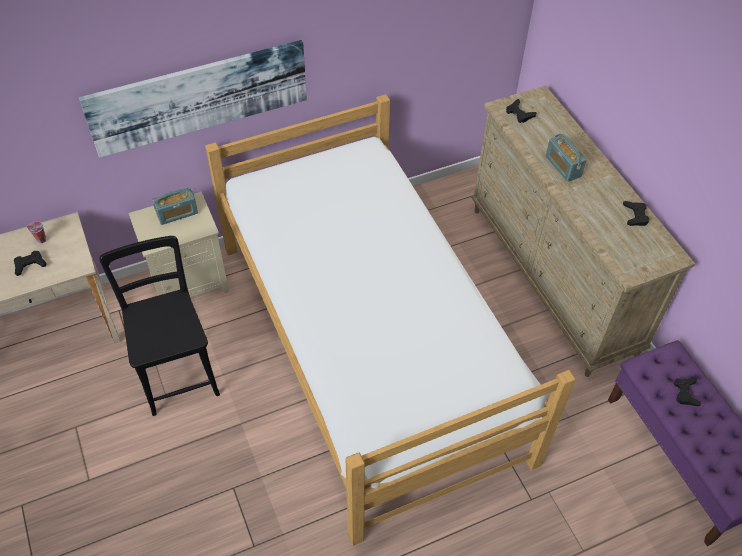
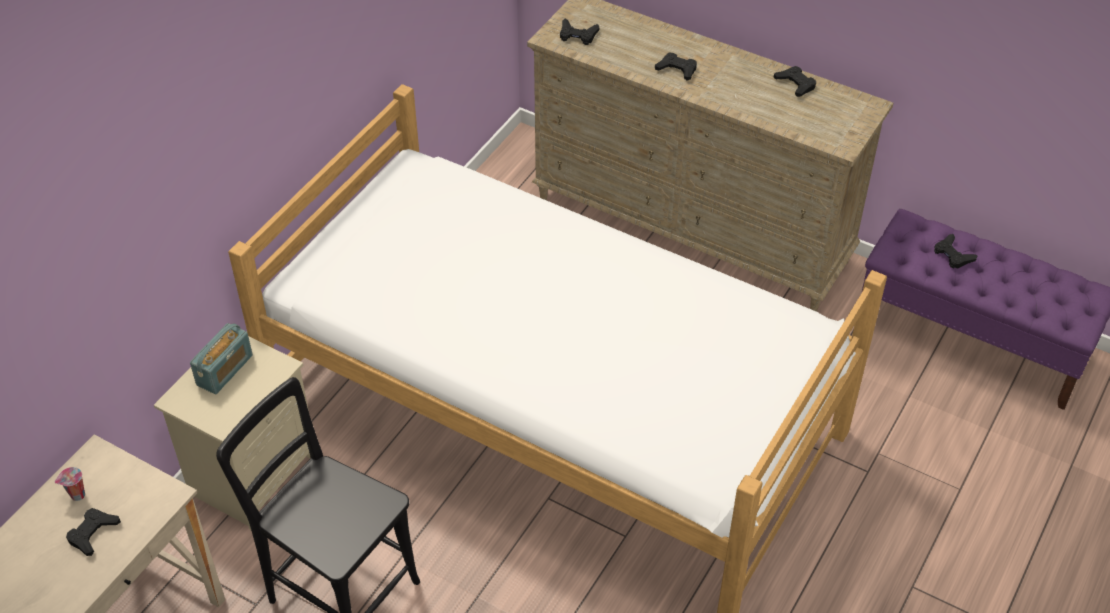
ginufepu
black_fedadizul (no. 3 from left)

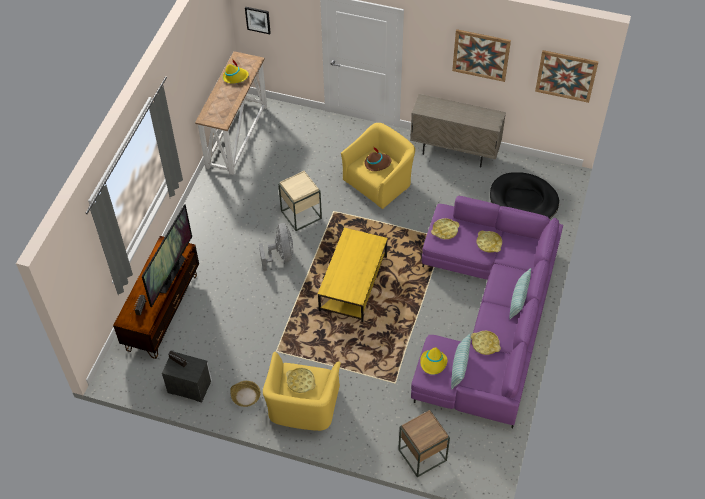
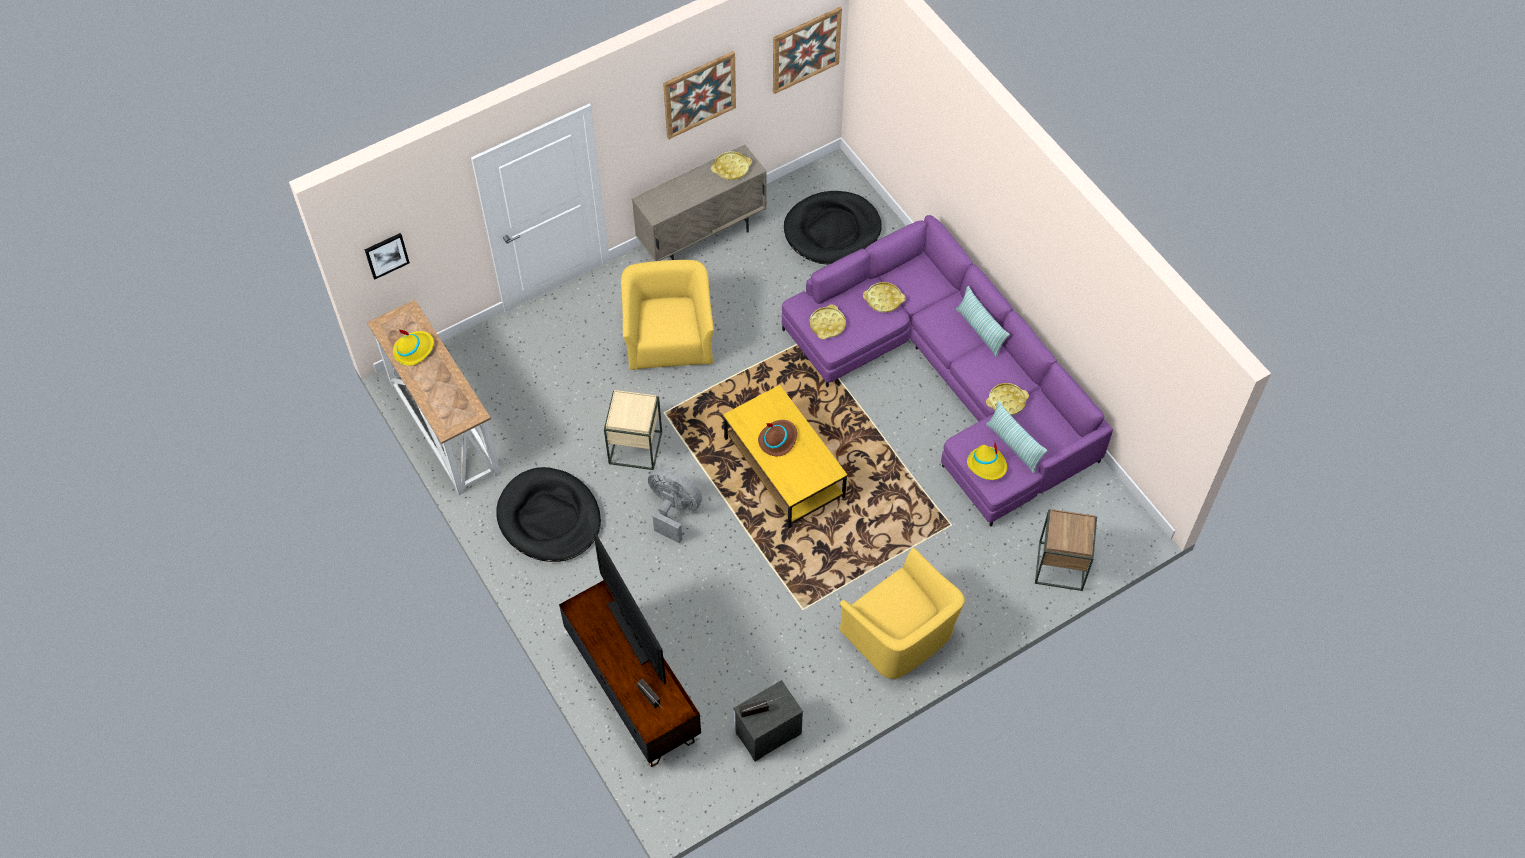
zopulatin
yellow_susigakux (no. 1 from left)
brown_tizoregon
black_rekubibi (no. 1 from left)

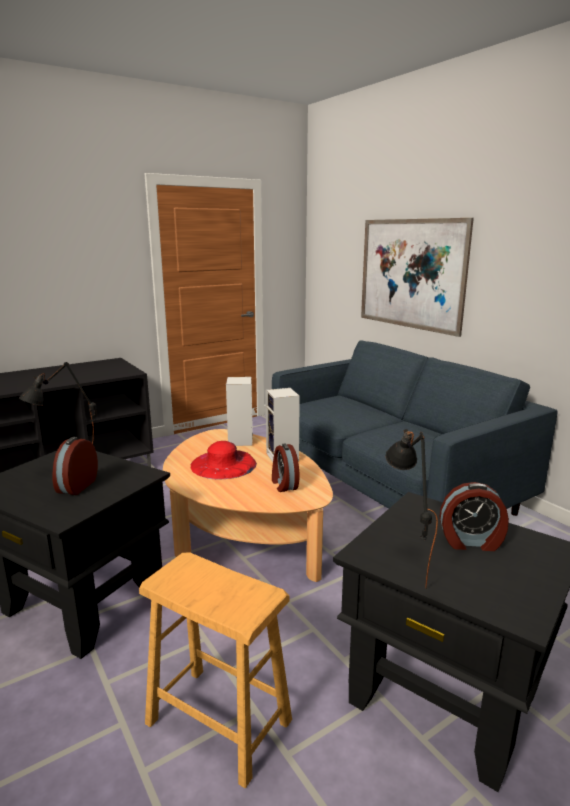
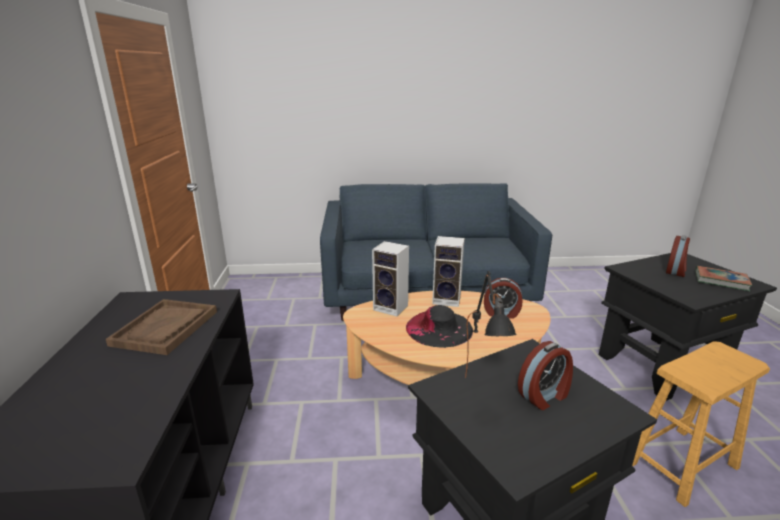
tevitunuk (no. 2 from left)
black_tizoregon
ginufepu
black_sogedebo (no. 2 from left in the first image)
brown_susigakux
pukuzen

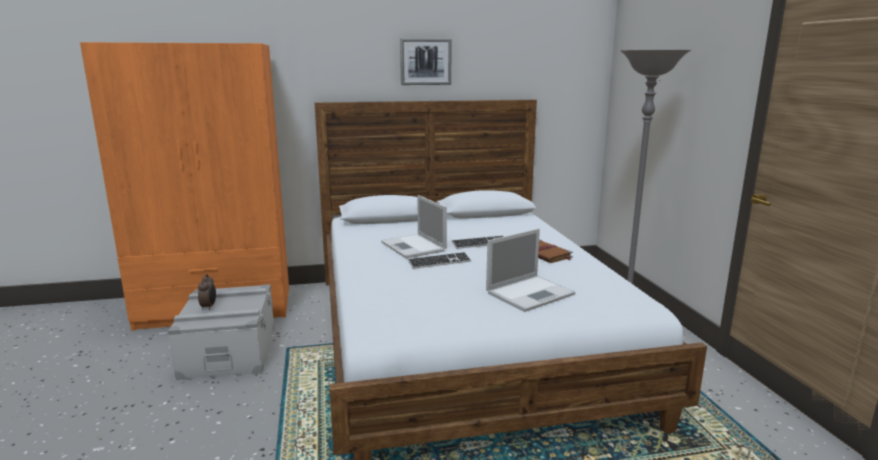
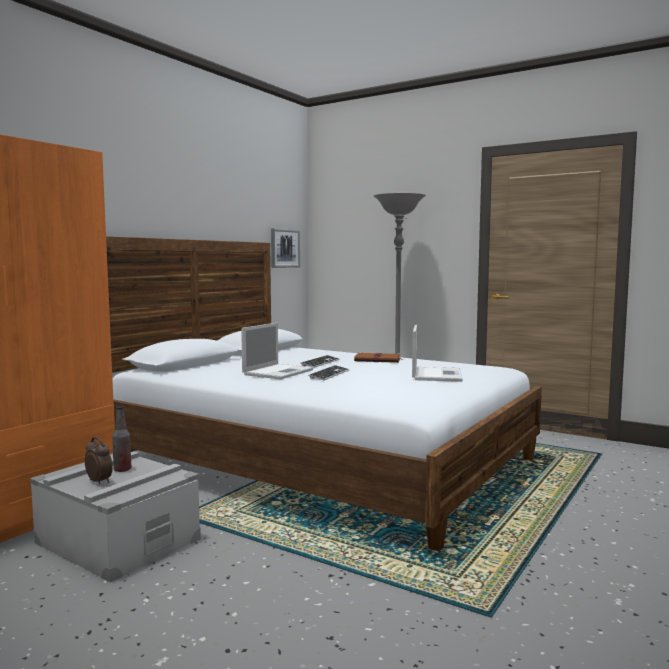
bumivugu (no. 1 from left)
ginufepu
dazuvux

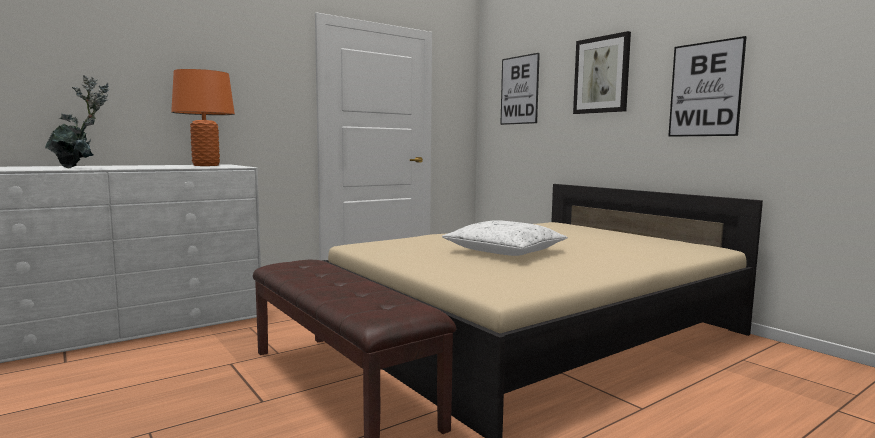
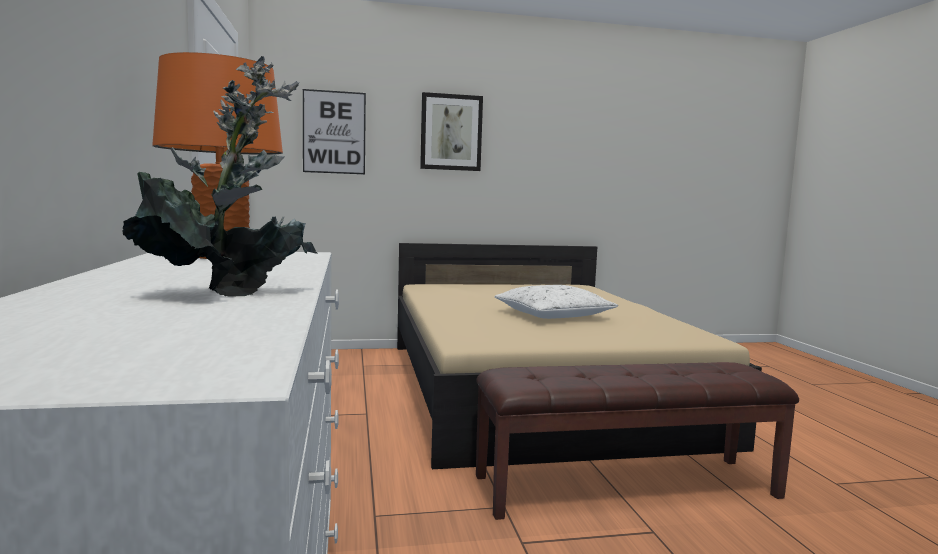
ginufepu (no. 3 from left in the first image)

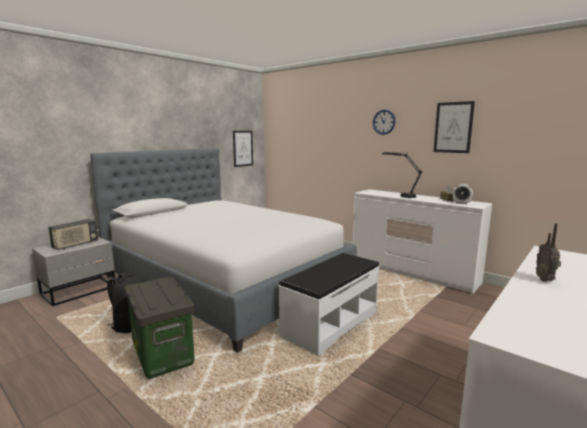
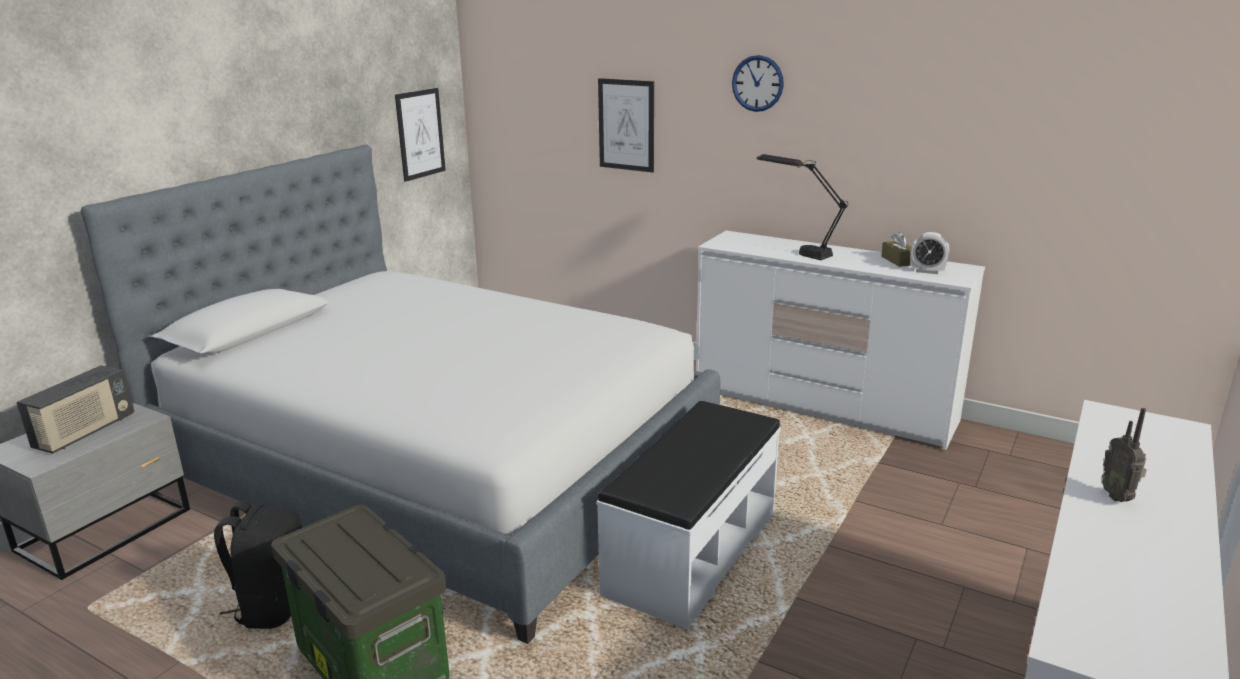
ginufepu (no. 2 from left)

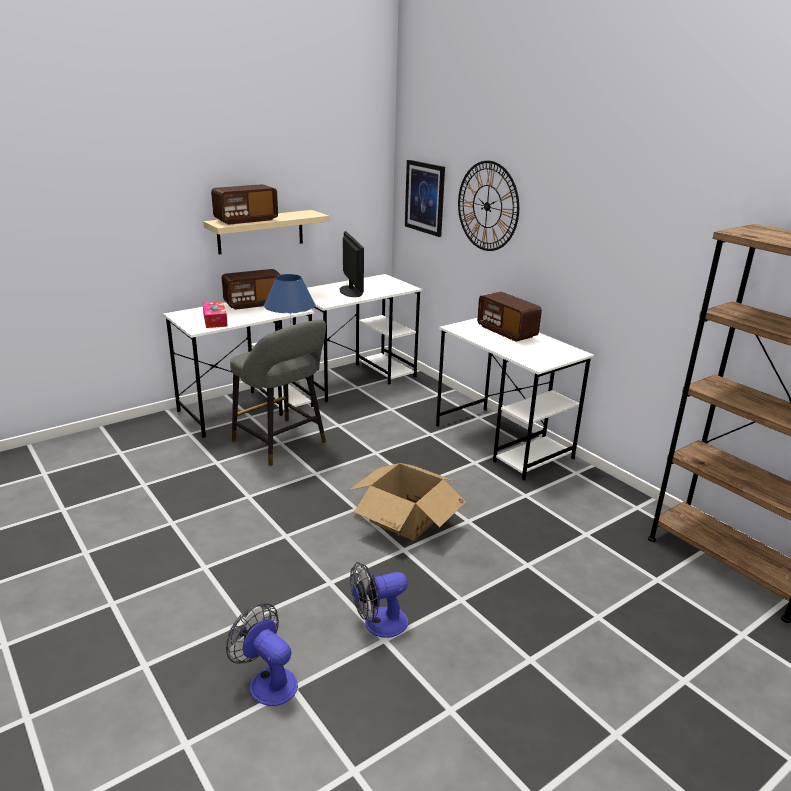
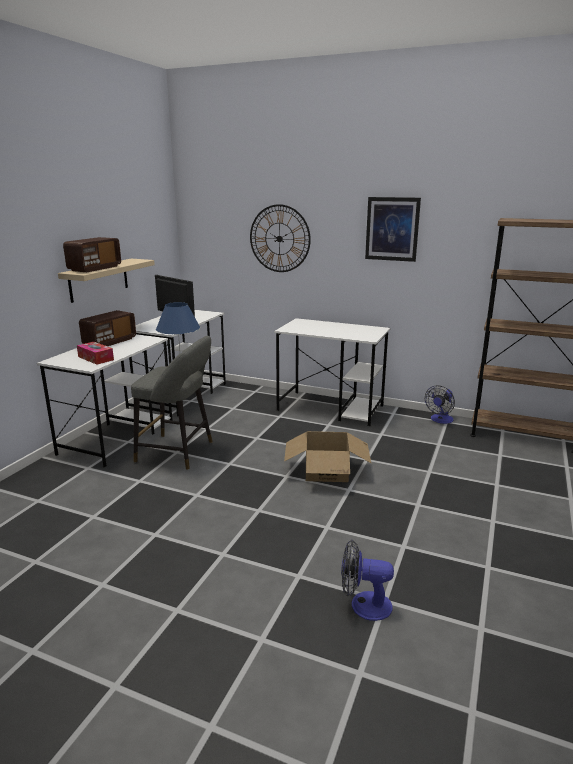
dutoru (no. 2 from left)
ginufepu
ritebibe (no. 3 from left in the first image)

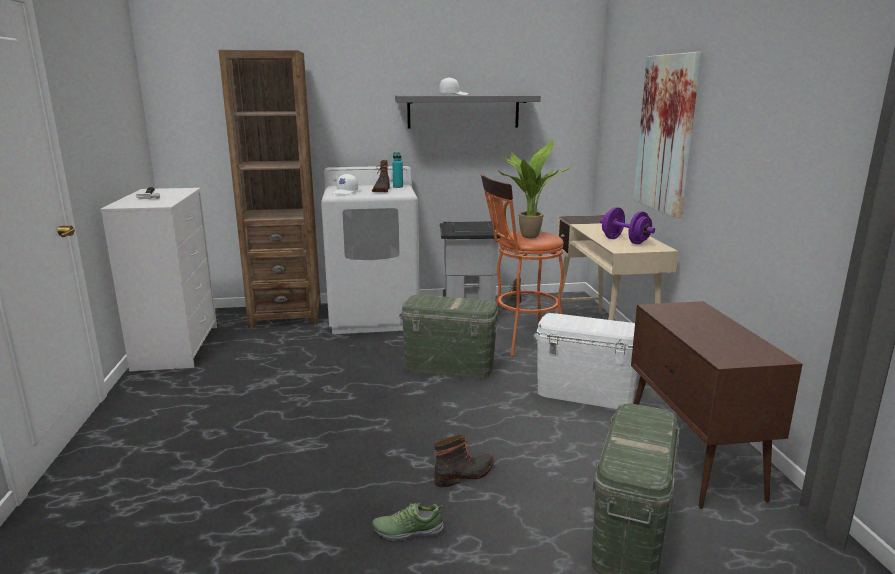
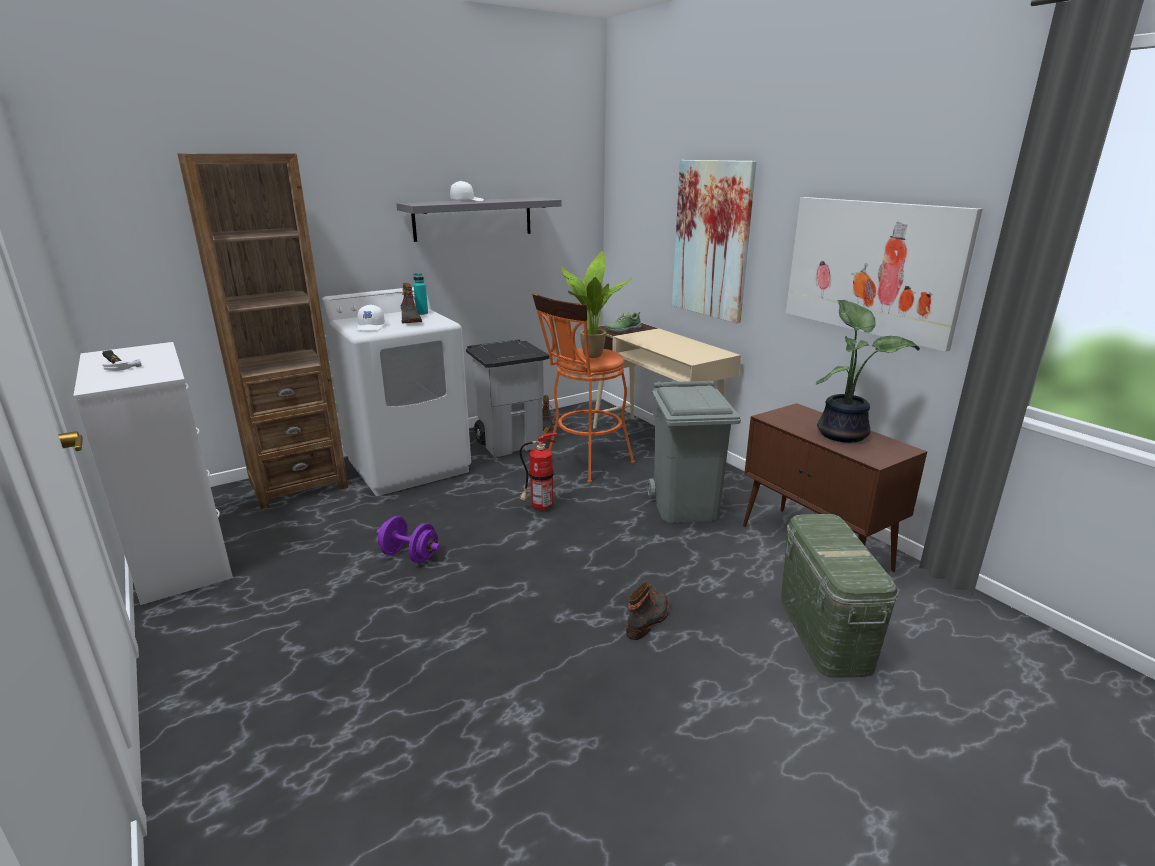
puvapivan
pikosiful
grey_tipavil (no. 2 from left)
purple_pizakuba
ginufepu (no. 2 from left)
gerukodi (no. 2 from left)

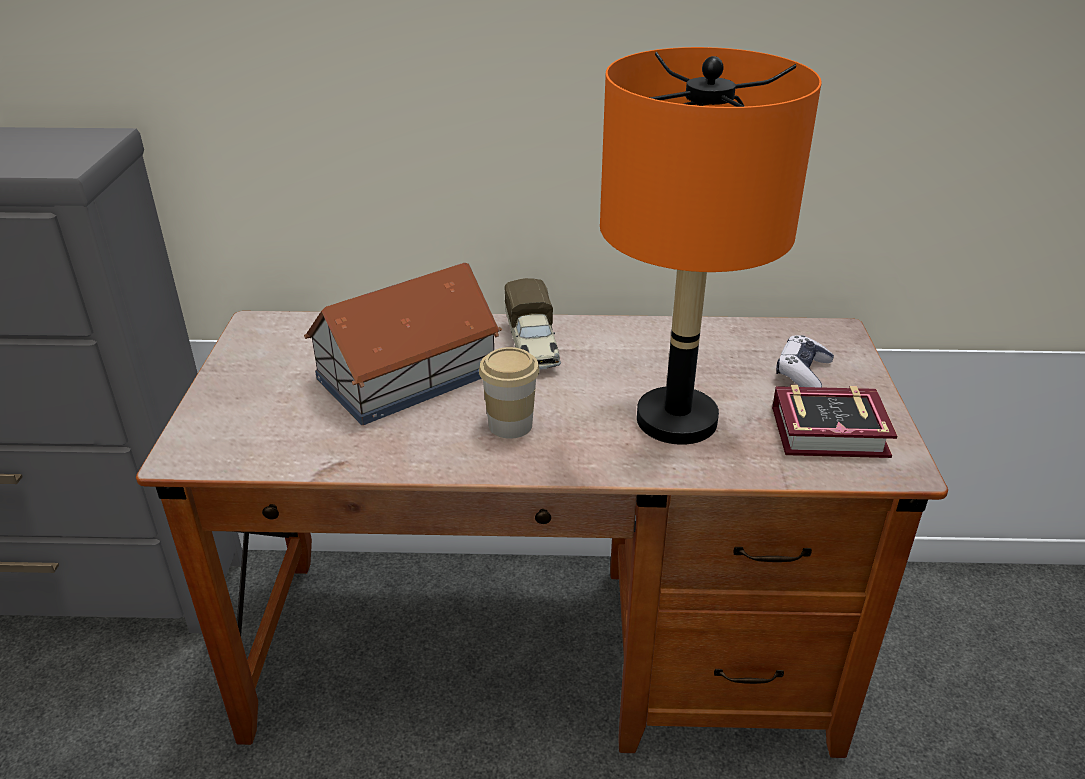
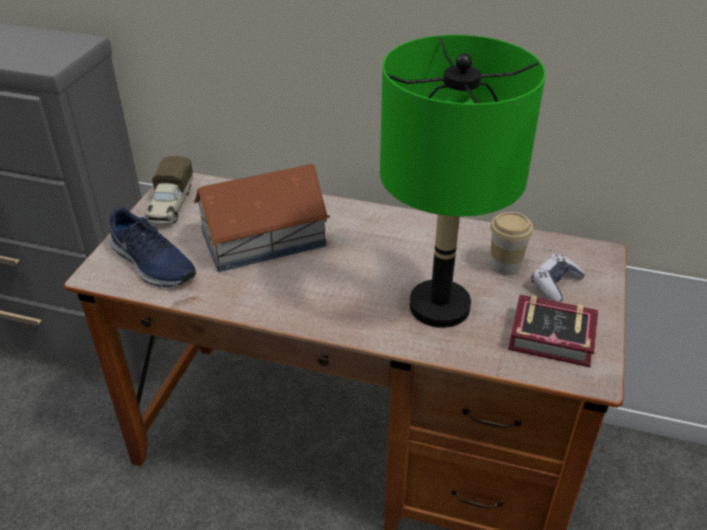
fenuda
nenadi
green_sogedebo
blue_puvapivan

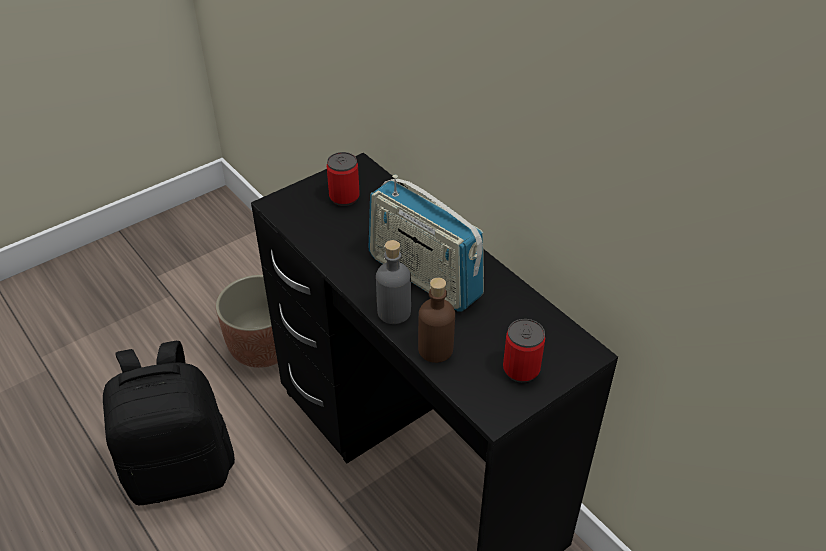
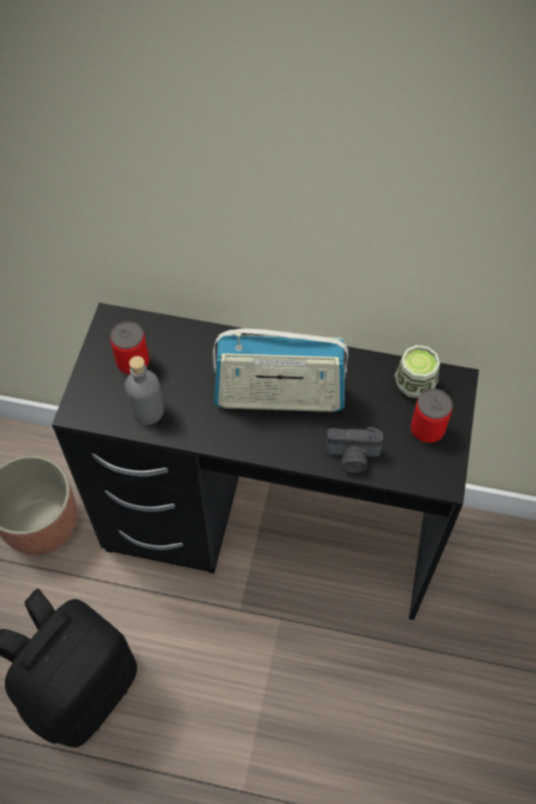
grey_dazuvux
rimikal
fenuda

